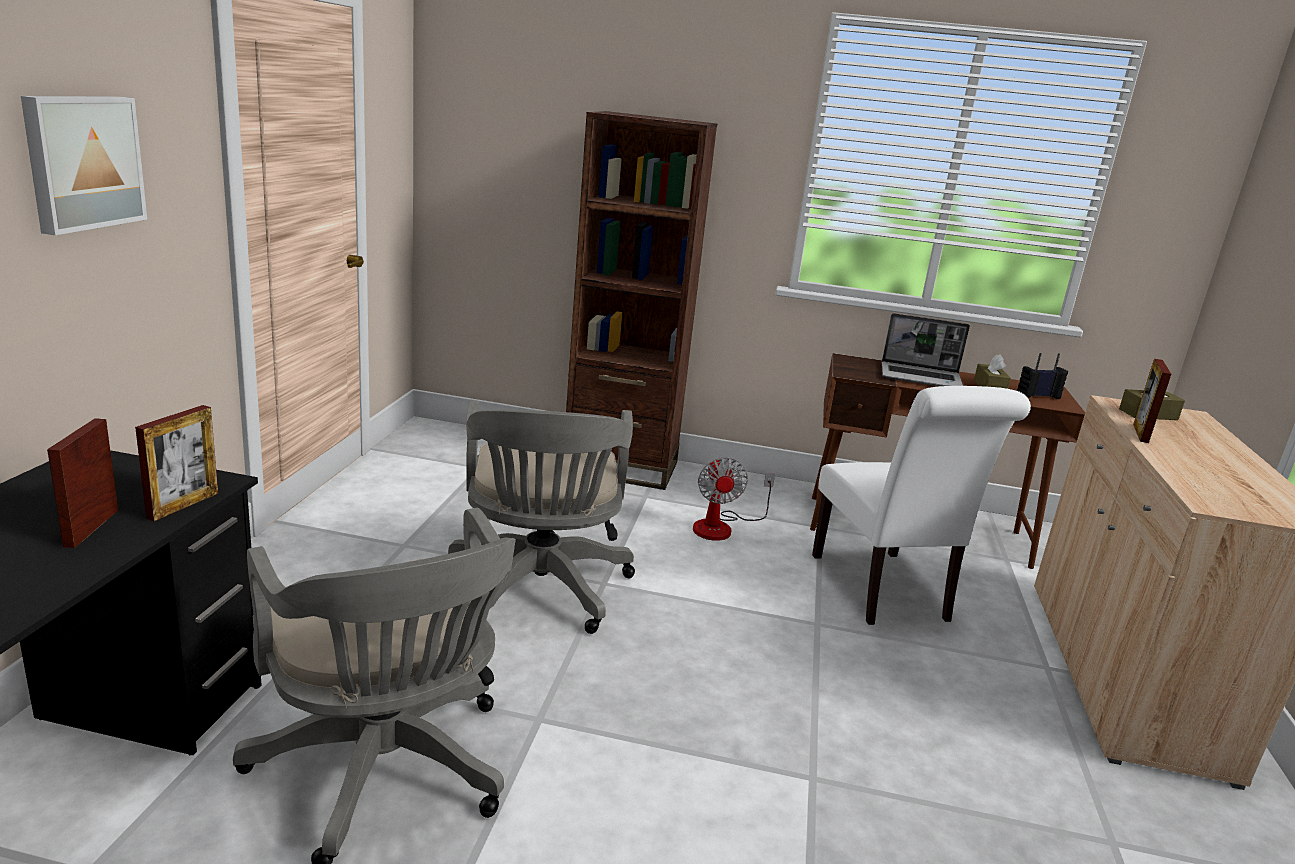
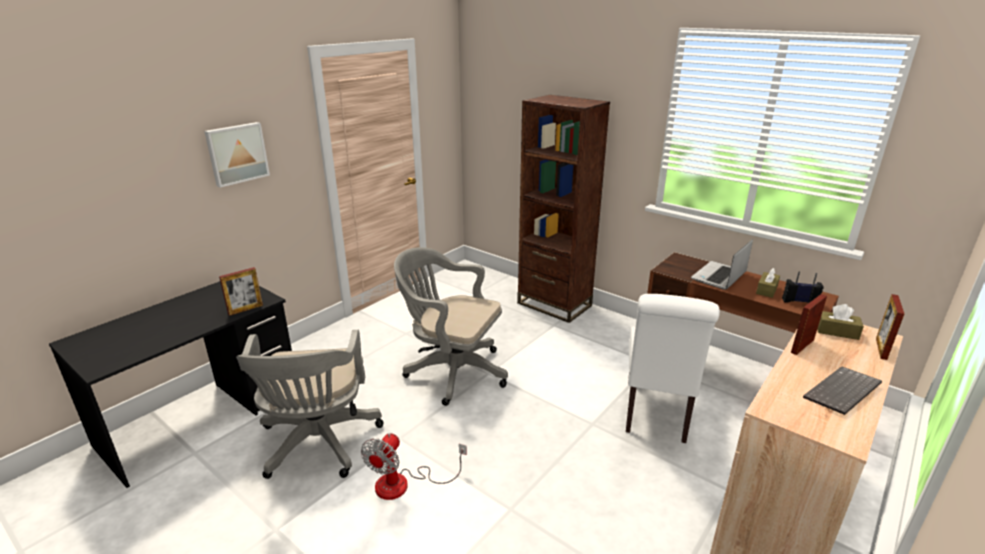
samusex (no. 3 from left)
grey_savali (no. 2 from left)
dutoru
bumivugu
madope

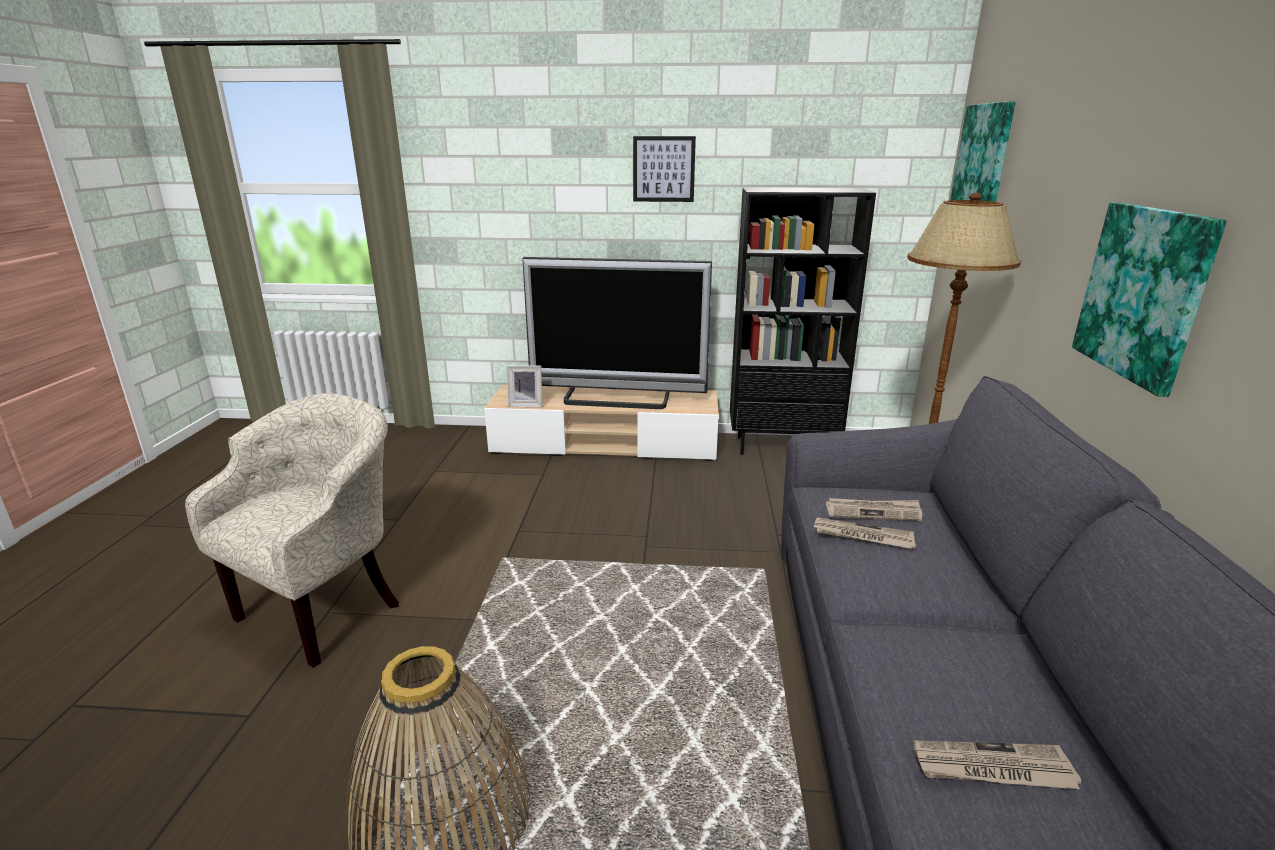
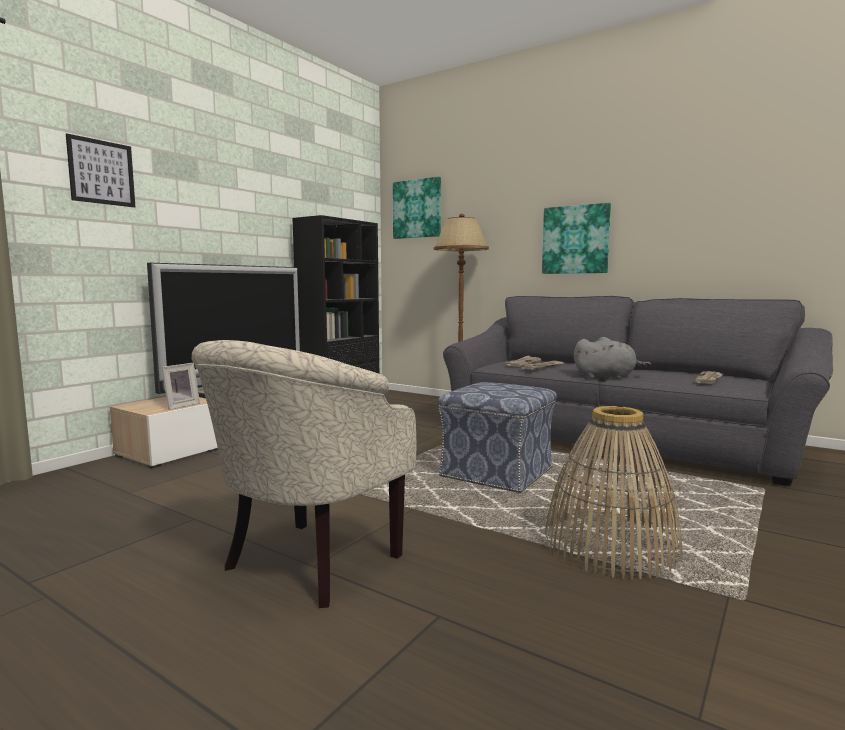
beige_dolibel
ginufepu (no. 1 from left)
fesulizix
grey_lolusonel

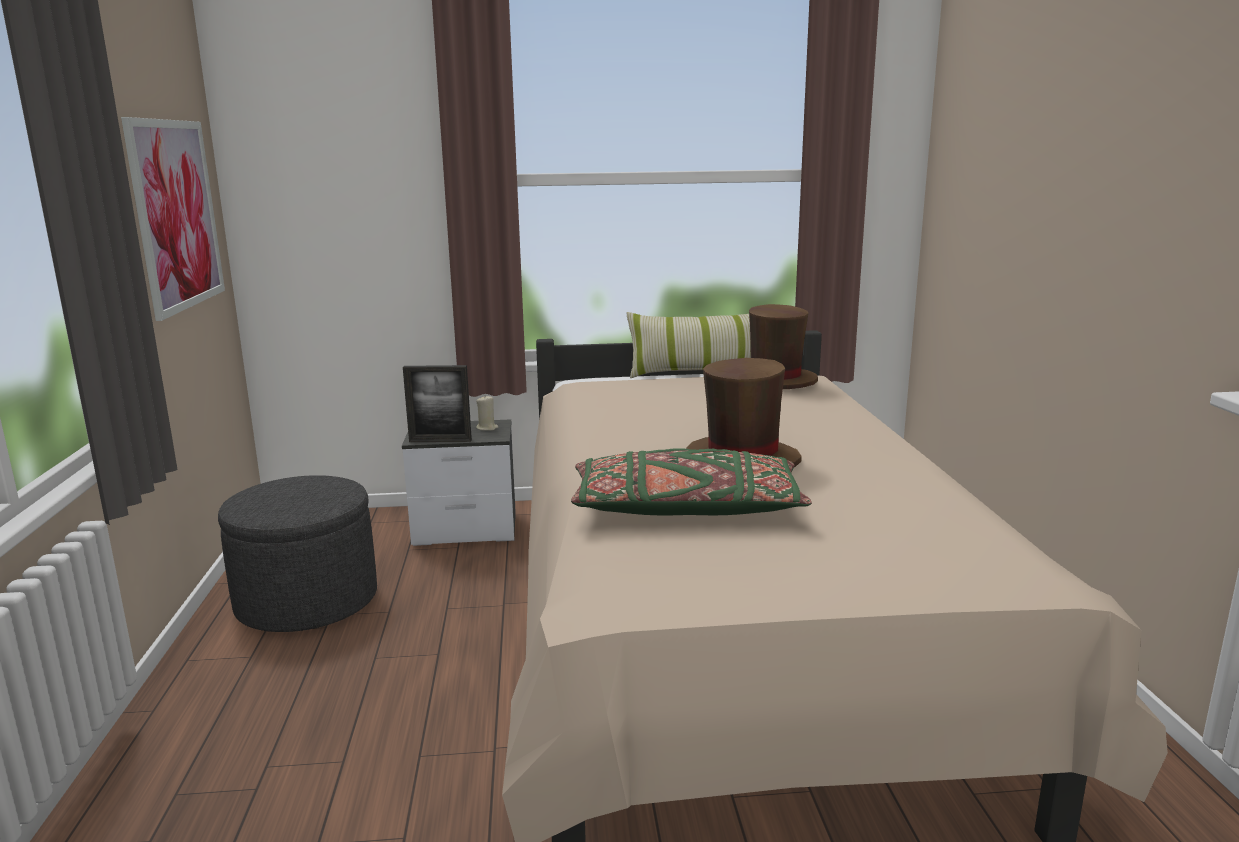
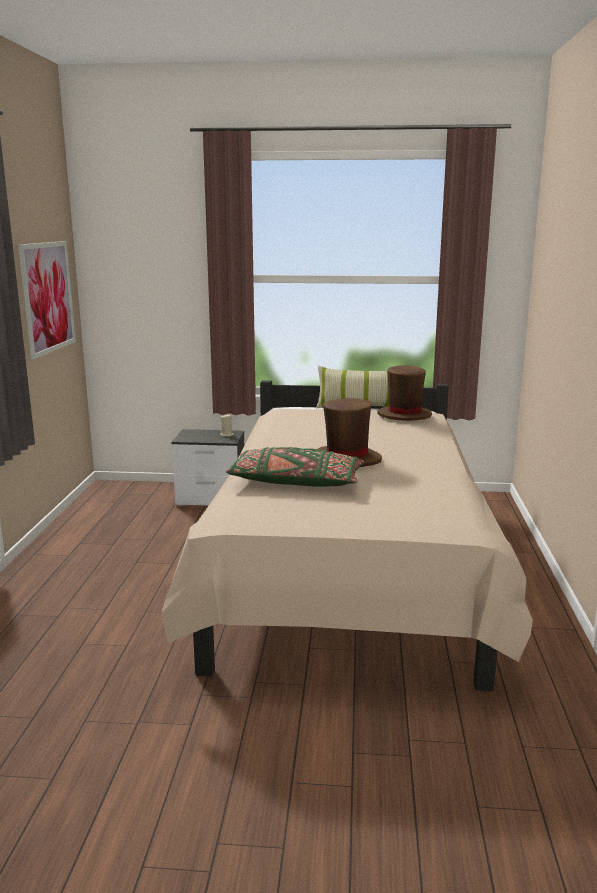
grey_fesulizix
samusex

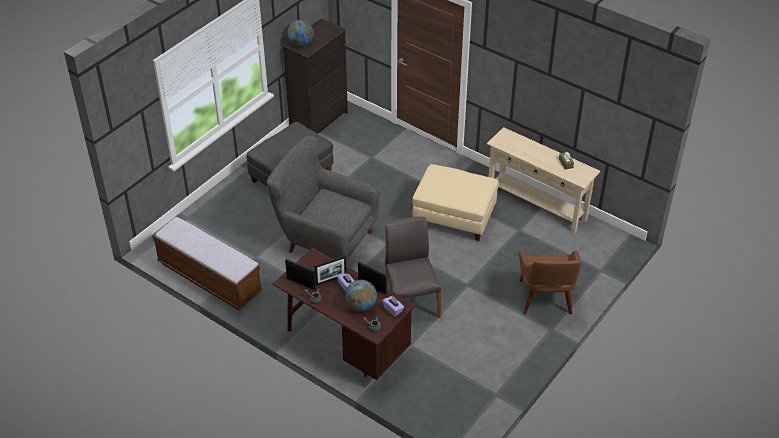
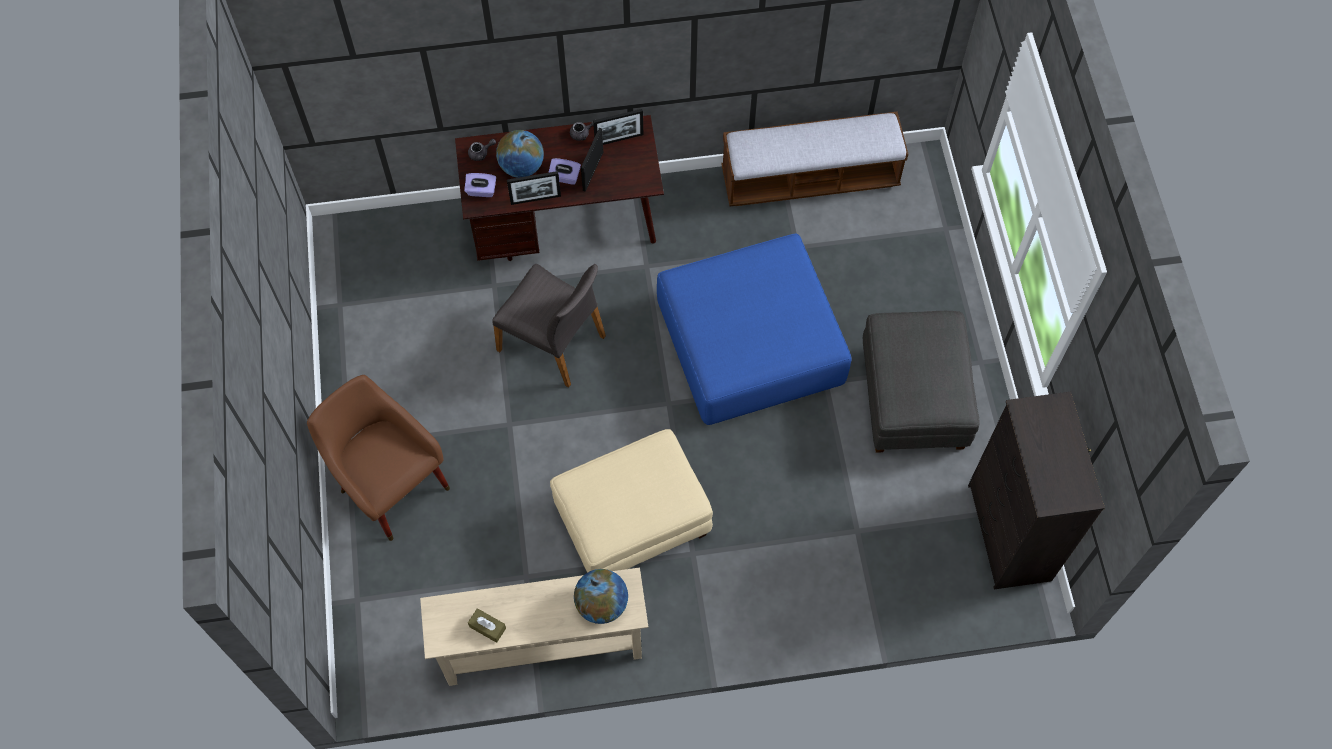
blue_fesulizix
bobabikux (no. 2 from left)

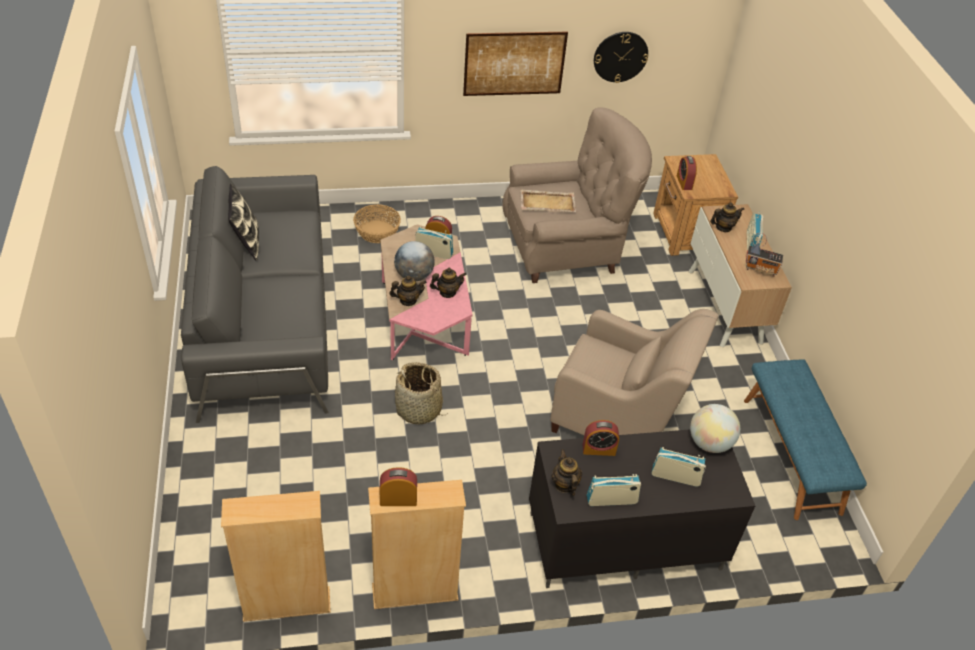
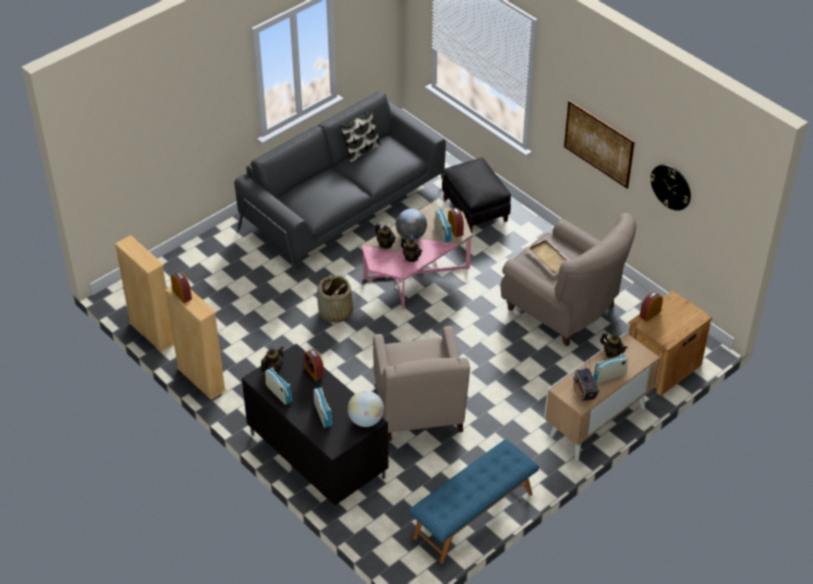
black_fesulizix

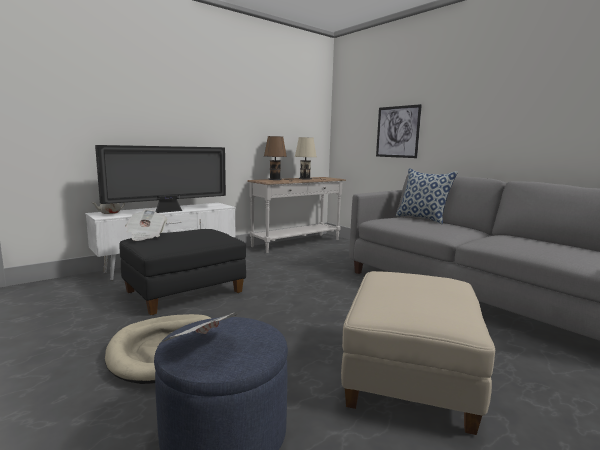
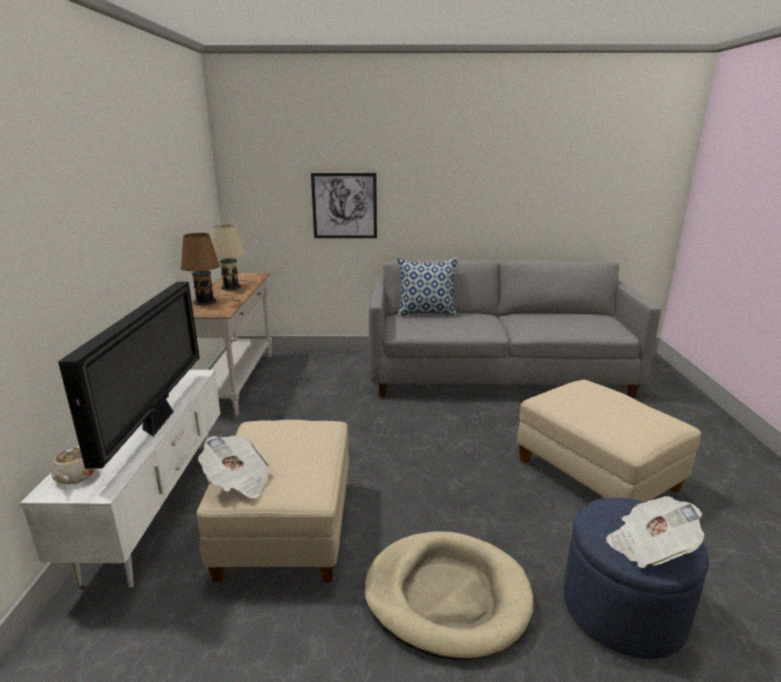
beige_fesulizix (no. 1 from left)

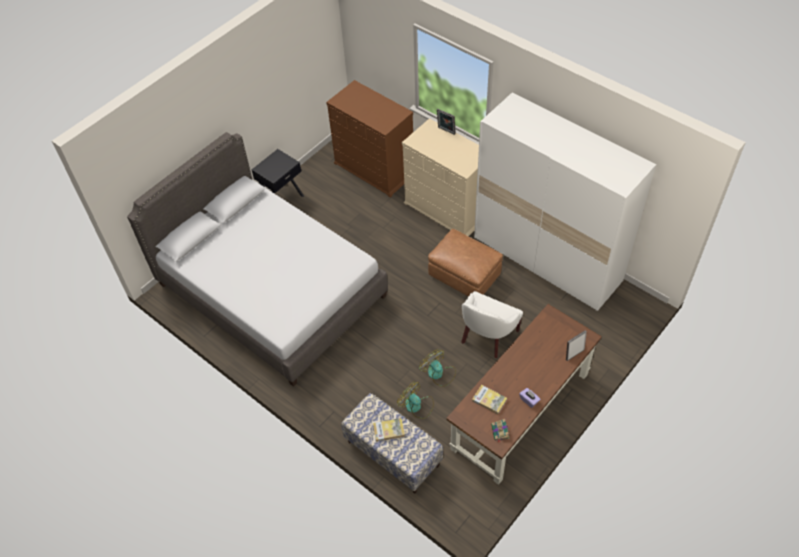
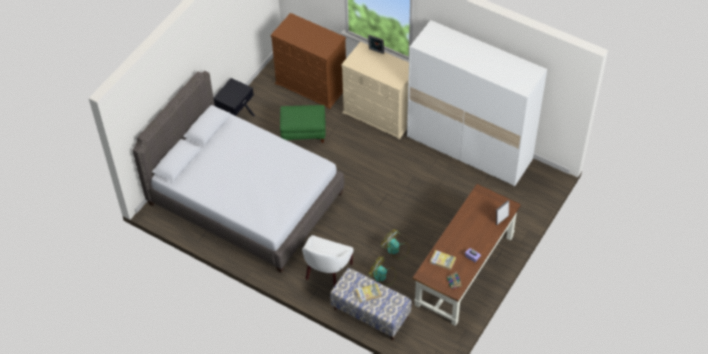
brown_fesulizix
white_dolibel
green_fesulizix

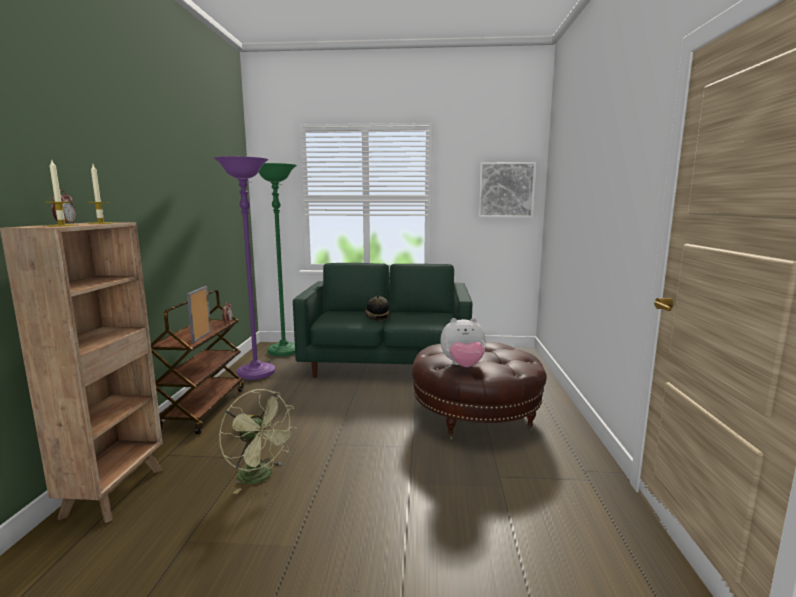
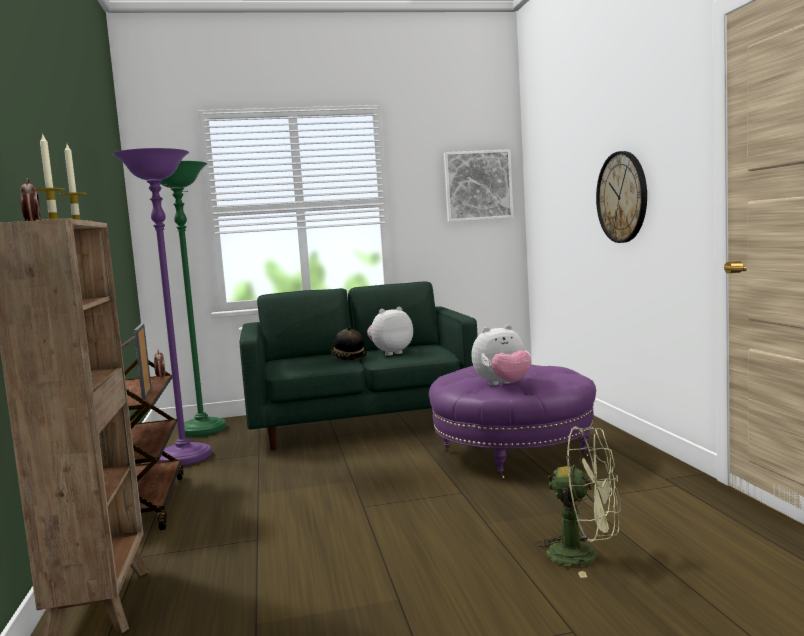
green_dutoru
purple_fesulizix
lolusonel (no. 1 from left)
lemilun

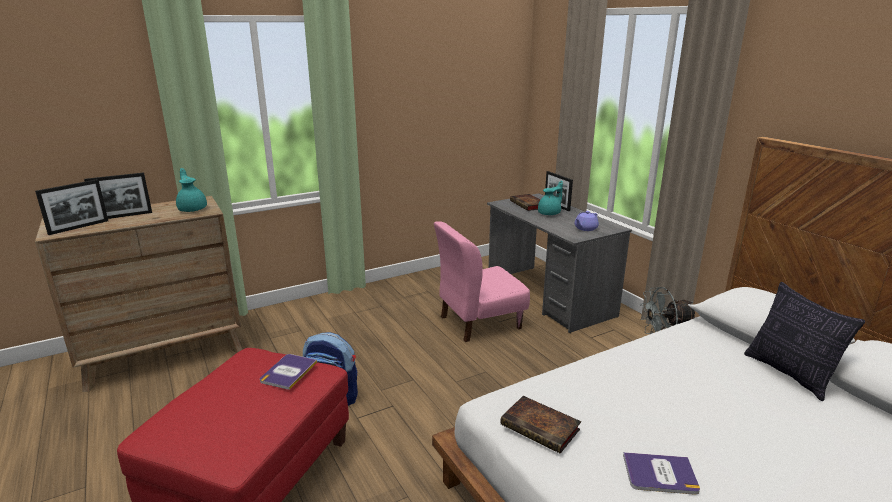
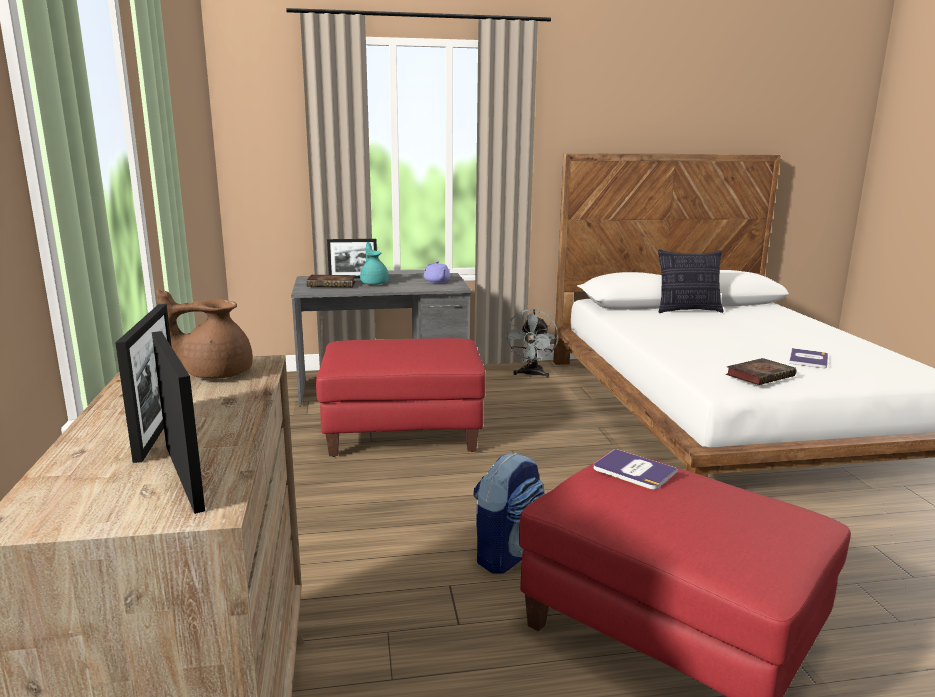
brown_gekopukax
red_fesulizix (no. 1 from left)

